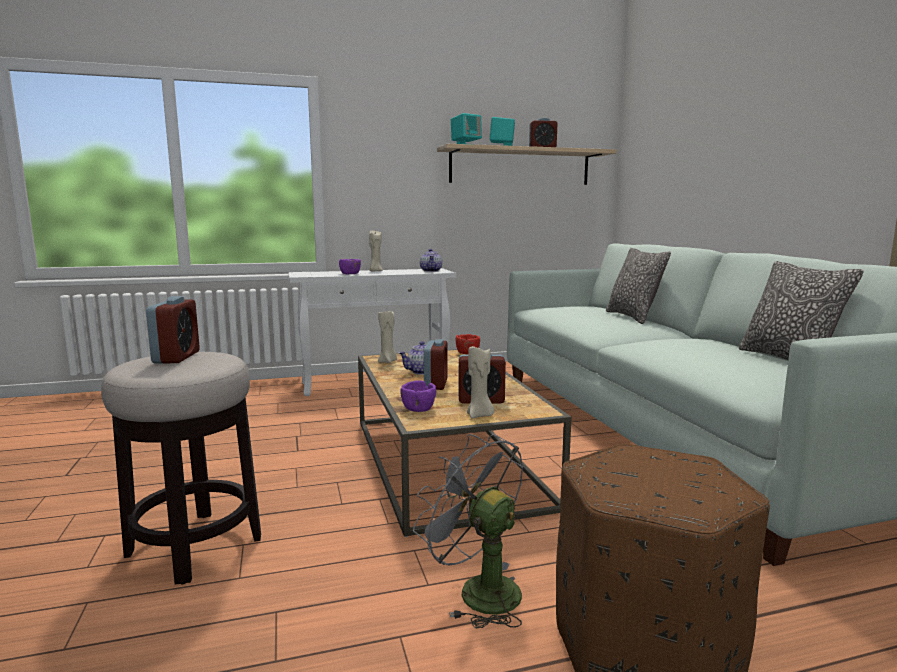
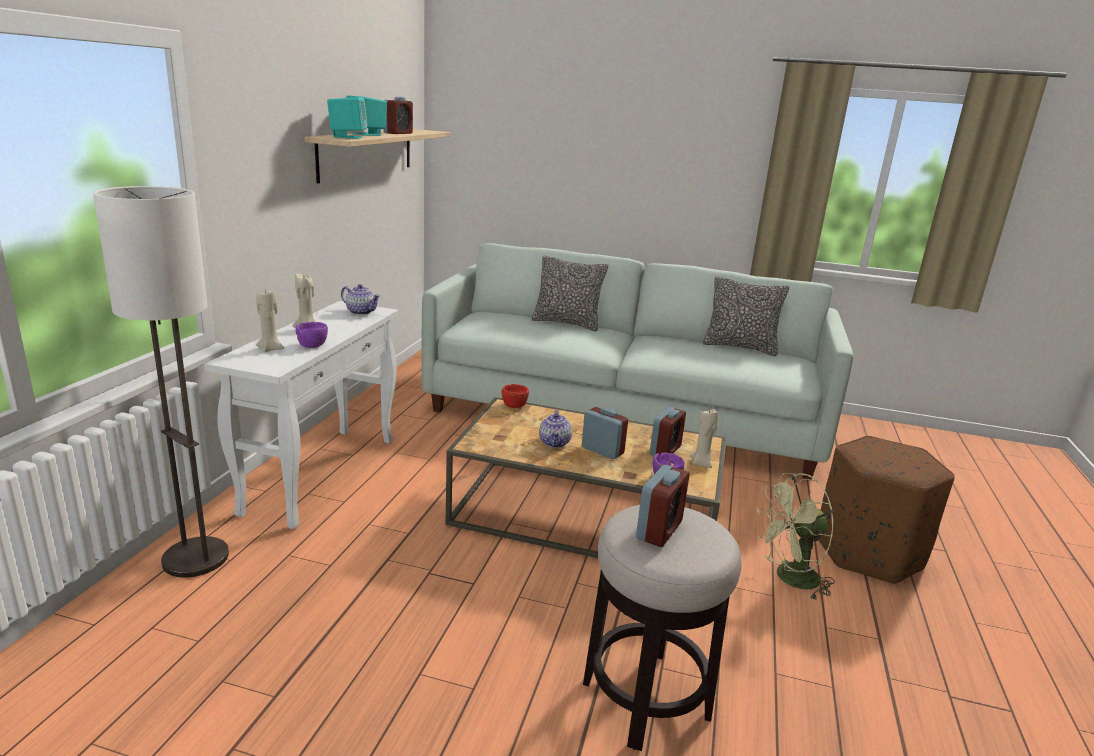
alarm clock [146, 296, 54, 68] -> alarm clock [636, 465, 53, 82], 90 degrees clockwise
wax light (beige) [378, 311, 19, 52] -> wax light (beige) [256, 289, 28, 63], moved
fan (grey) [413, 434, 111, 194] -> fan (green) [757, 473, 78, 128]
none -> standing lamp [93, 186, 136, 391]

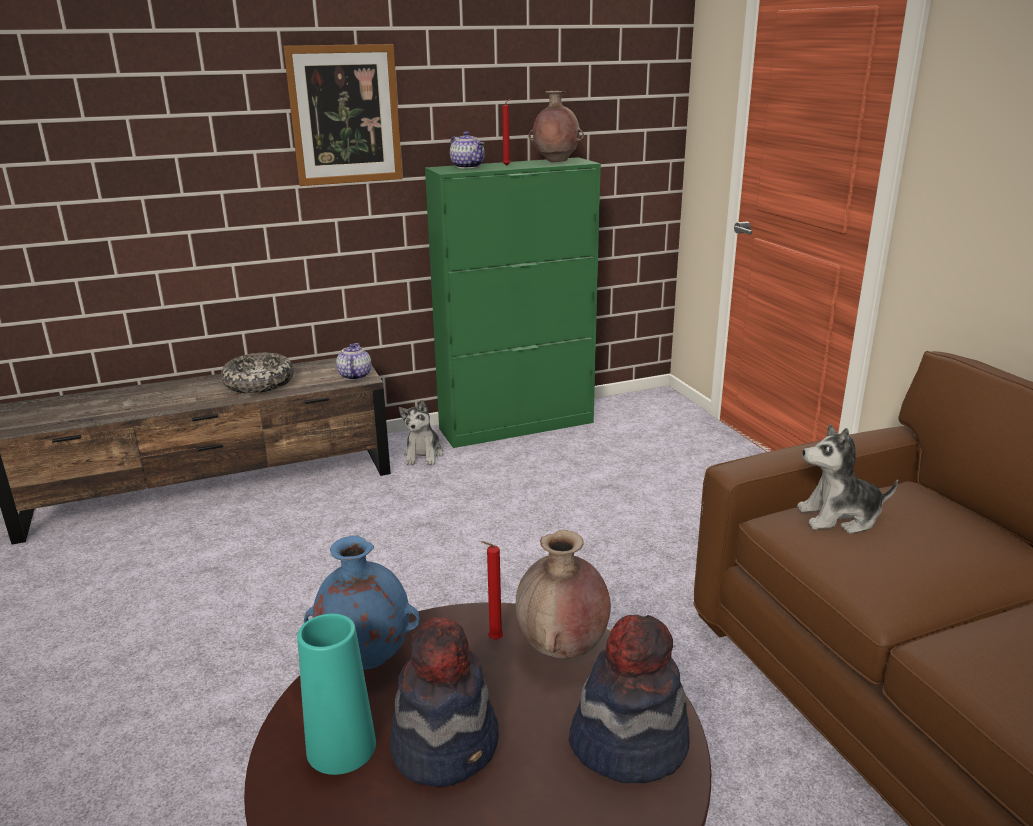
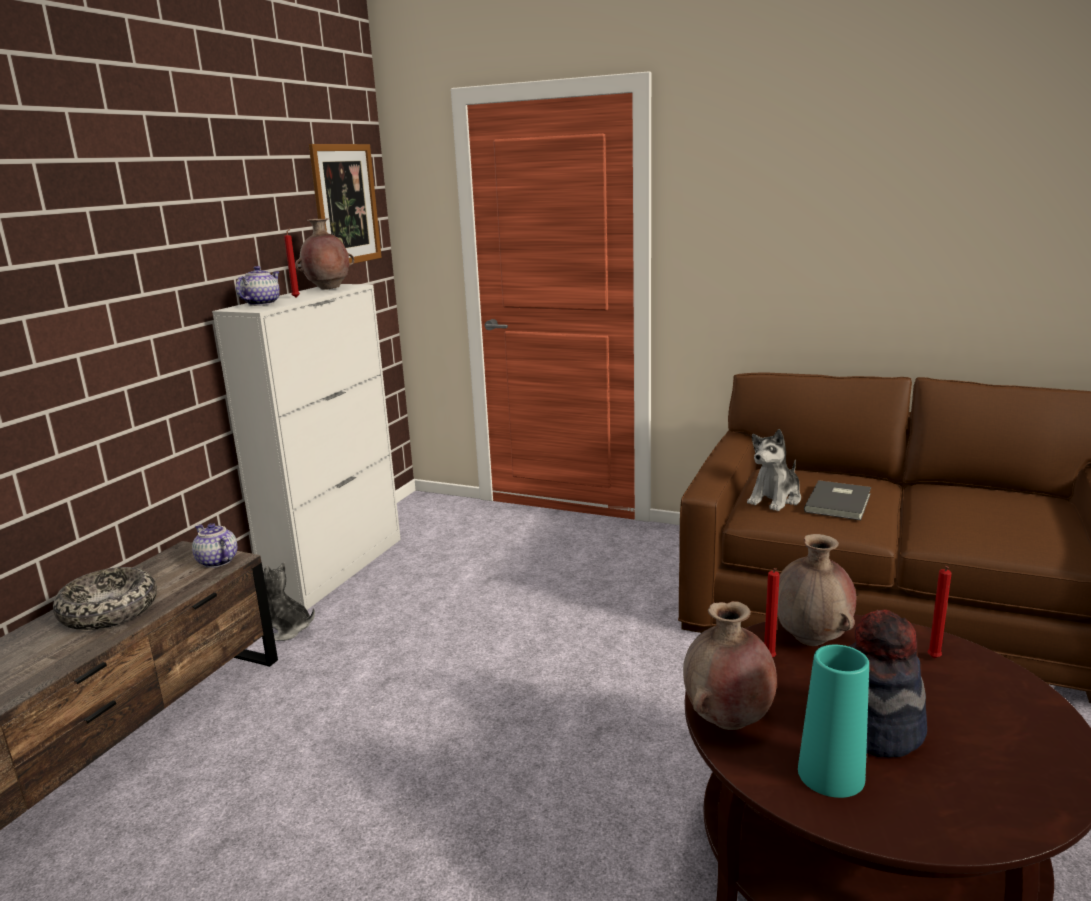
picture [283, 44, 120, 142] -> picture [309, 144, 73, 119], moved
vase (blue-coloured) [304, 536, 116, 134] -> vase (brownish) [683, 601, 94, 129]
cuddly toy [399, 400, 45, 65] -> cuddly toy [263, 562, 52, 79], 150 degrees clockwise
cupboard (green) [425, 157, 176, 291] -> cupboard (white) [212, 284, 189, 326]
tea pot [450, 131, 34, 38] -> tea pot [236, 266, 44, 40], 75 degrees counterclockwise
hat [568, 615, 121, 168] -> wax light (red-coloured) [927, 566, 25, 92]
none -> volume (grey) [804, 480, 67, 40]

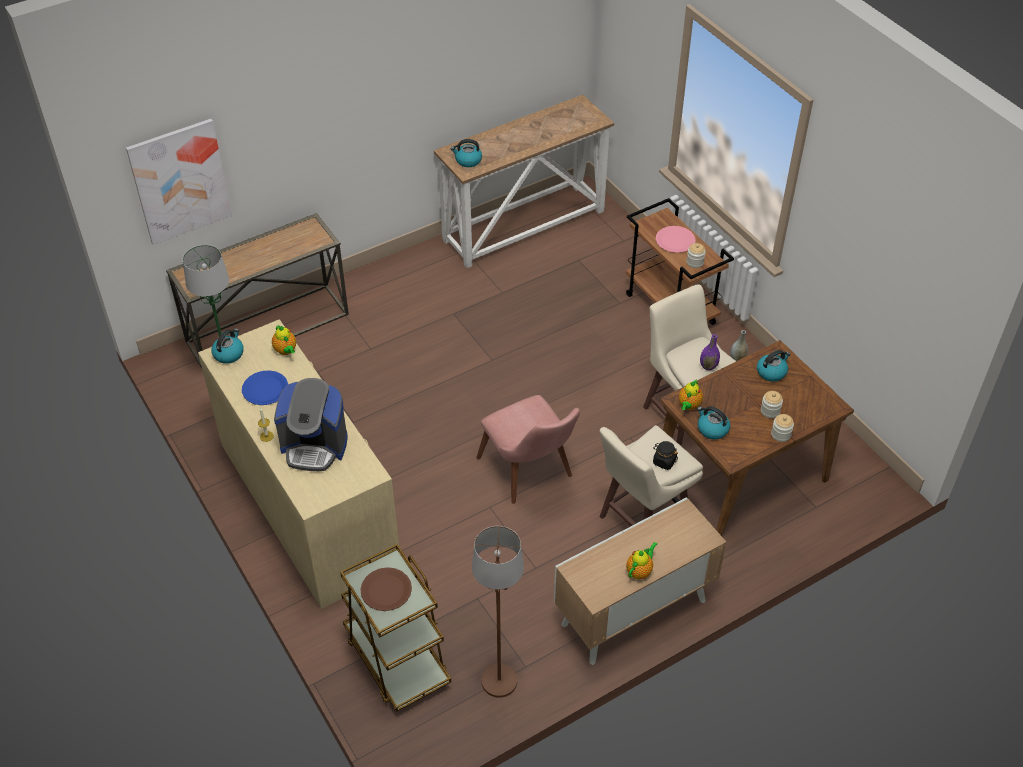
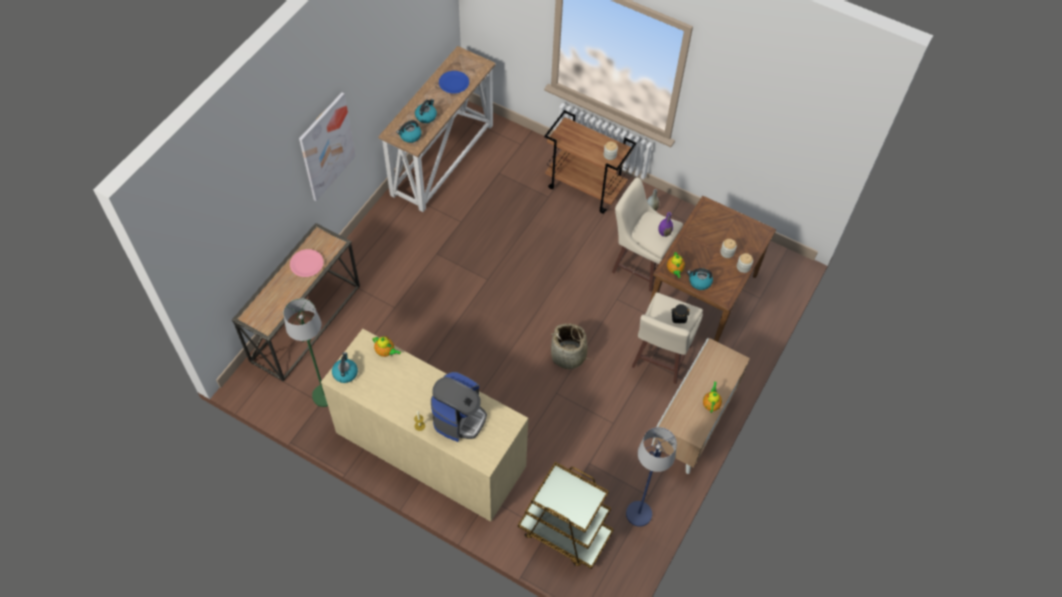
picture [126, 119, 106, 126] -> picture [299, 92, 57, 109], moved
plate (blue-coloured) [242, 370, 46, 35] -> plate (blue-coloured) [439, 71, 30, 23], moved
coffee machine [274, 378, 74, 93] -> coffee machine [431, 372, 56, 70], 45 degrees counterclockwise
plate (brownish) [361, 567, 51, 44] -> none
standing lamp (brownish) [472, 526, 52, 172] -> standing lamp (blue-coloured) [626, 427, 51, 100]
upright chair (pink) [476, 395, 104, 109] -> basket [548, 324, 46, 45]
plate (pink) [656, 226, 40, 27] -> plate (pink) [290, 249, 34, 28], moved
tea kettle [757, 350, 33, 32] -> tea kettle [415, 99, 22, 24], moved

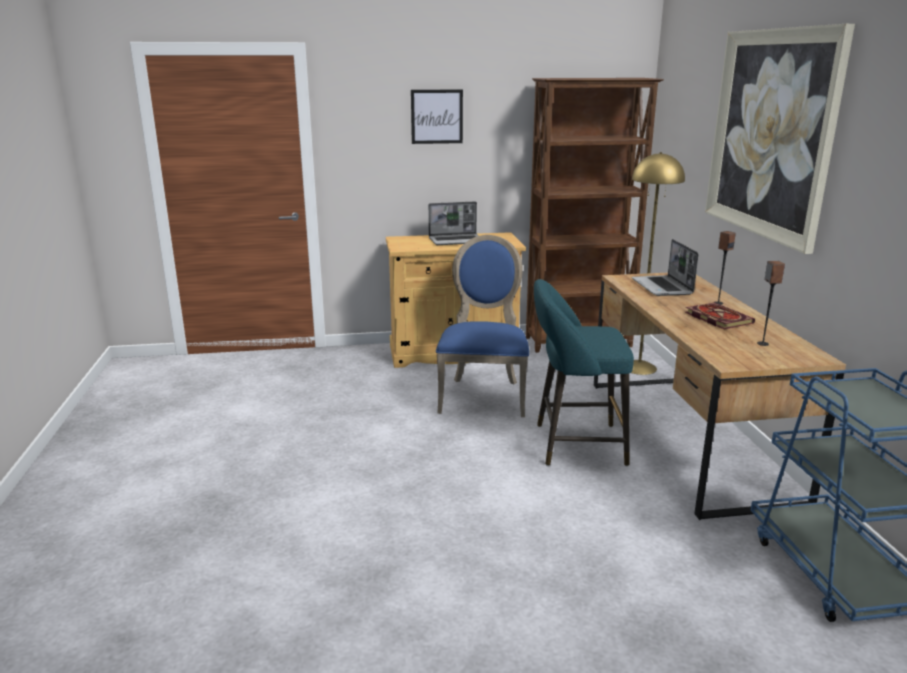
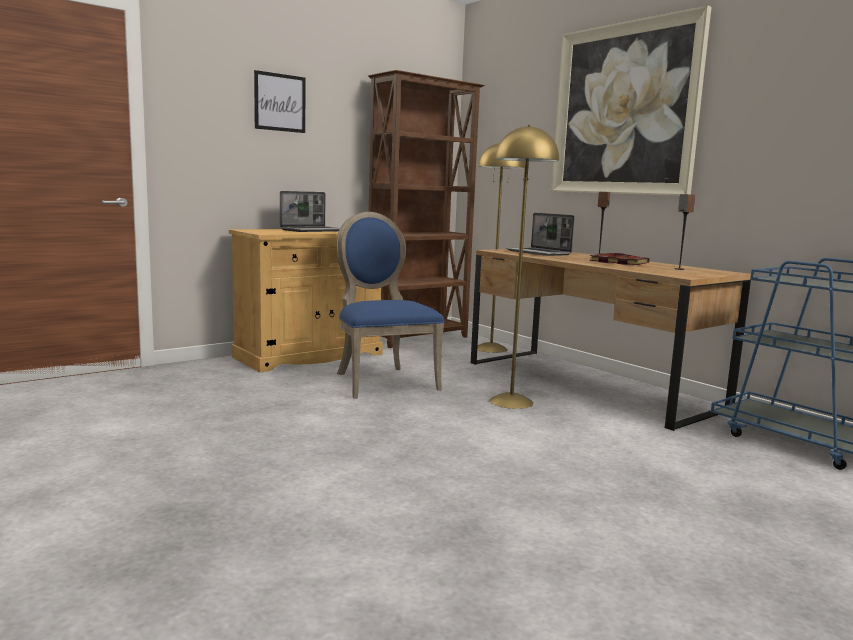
stool (turquoise) [534, 279, 100, 187] -> standing lamp (yellow-coloured) [489, 125, 70, 284]

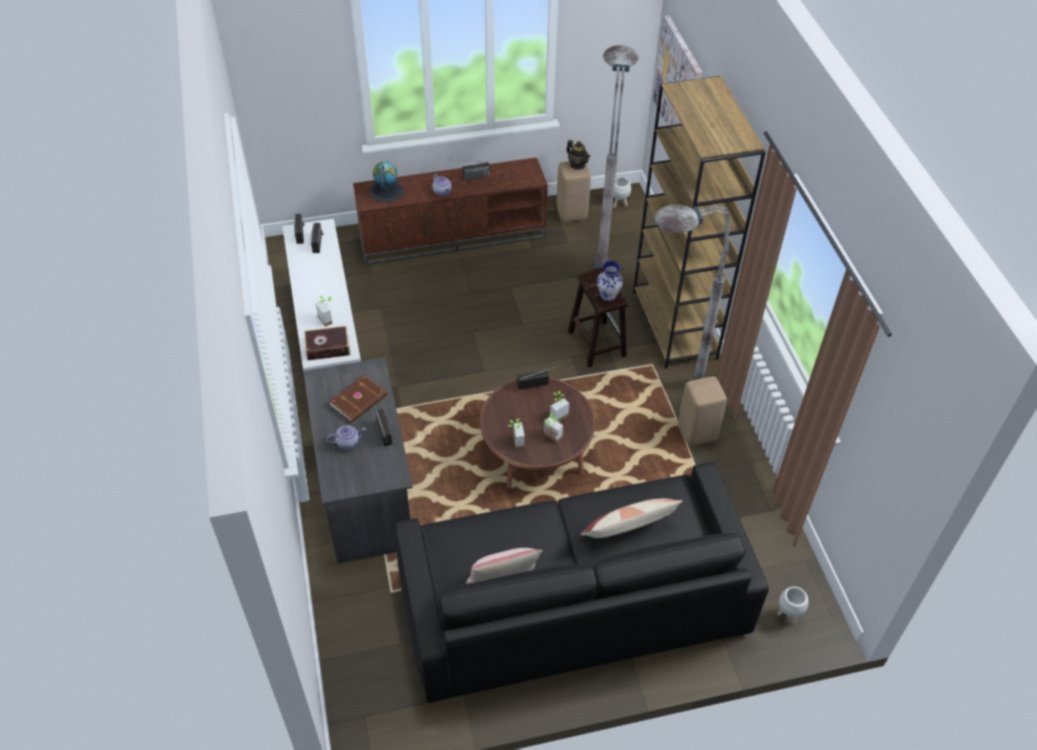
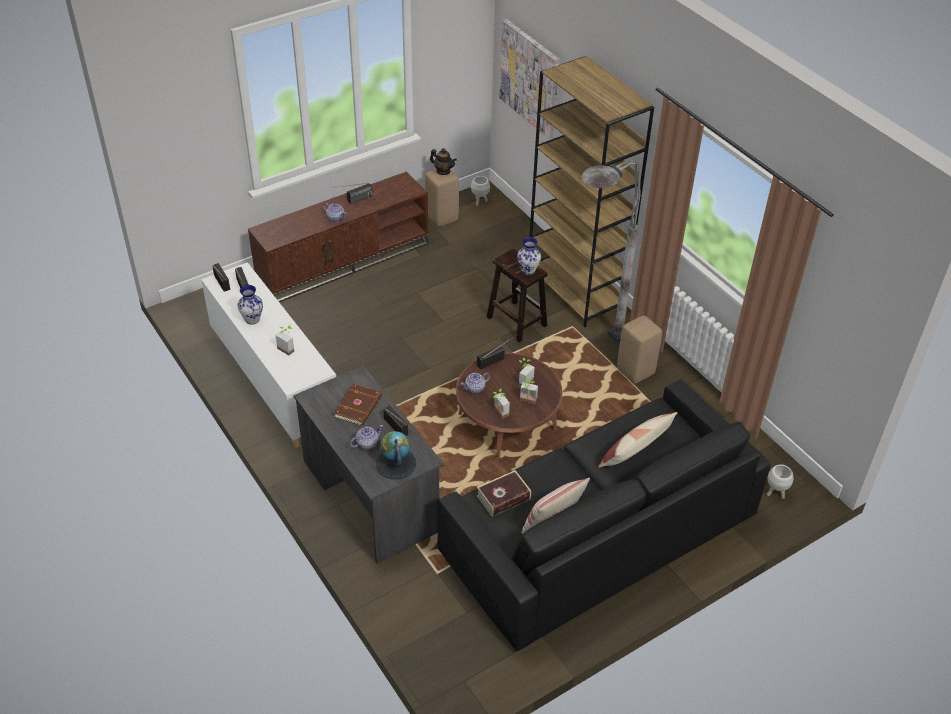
volume [304, 325, 47, 36] -> volume [477, 470, 54, 47], moved
desk globe [370, 161, 34, 41] -> desk globe [376, 431, 40, 48], moved
standing lamp (grey) [593, 45, 46, 225] -> none
none -> vase [237, 285, 26, 39]
none -> tea pot [461, 372, 29, 22]

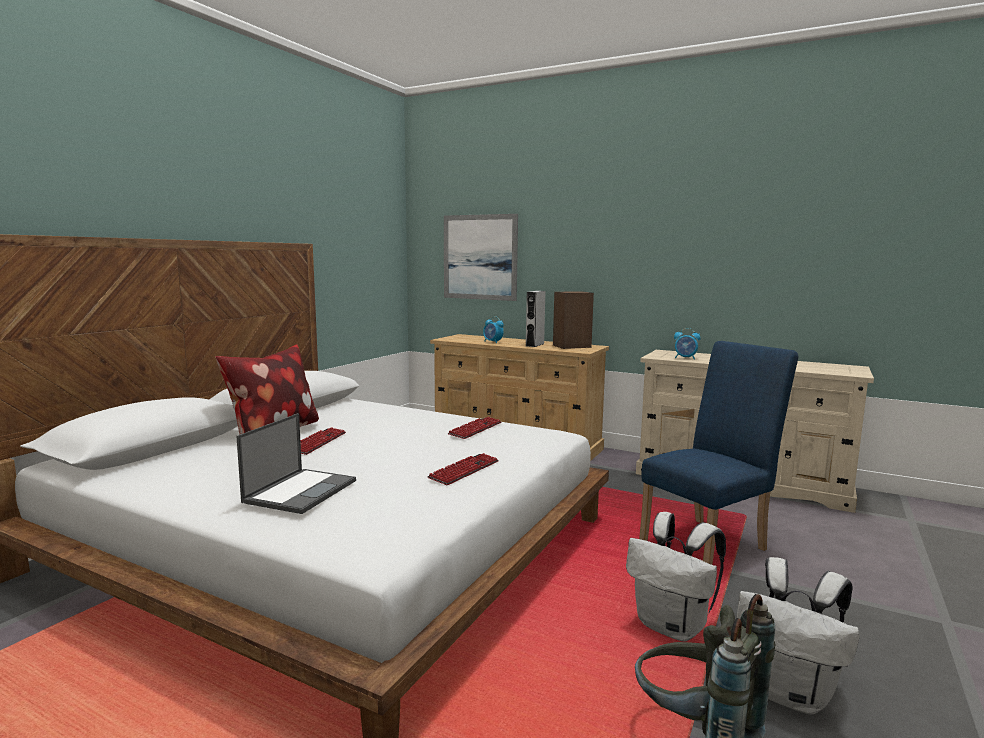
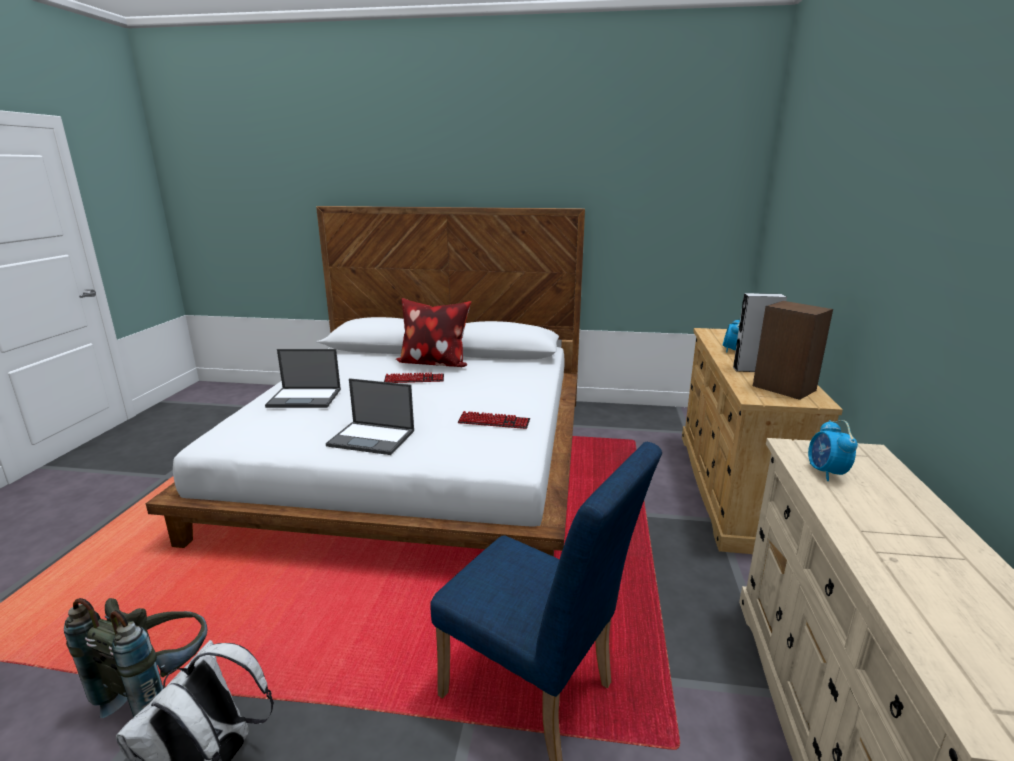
computer keyboard [427, 453, 72, 32] -> notebook computer [326, 378, 88, 77]
picture [444, 214, 74, 87] -> none
knapsack (white) [626, 512, 100, 130] -> none

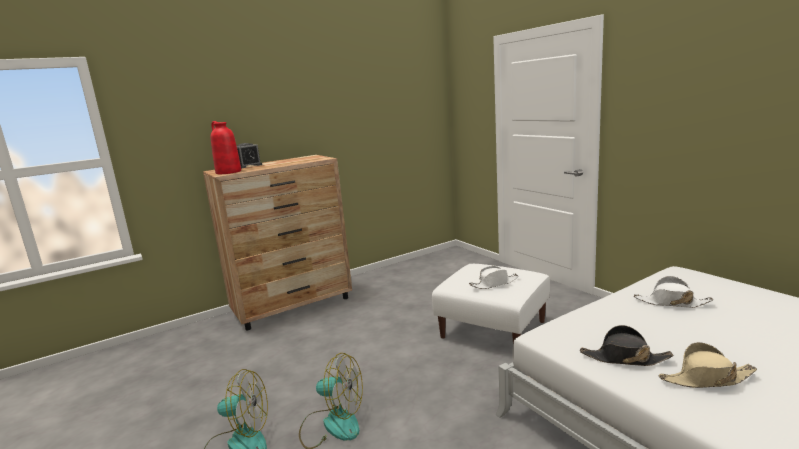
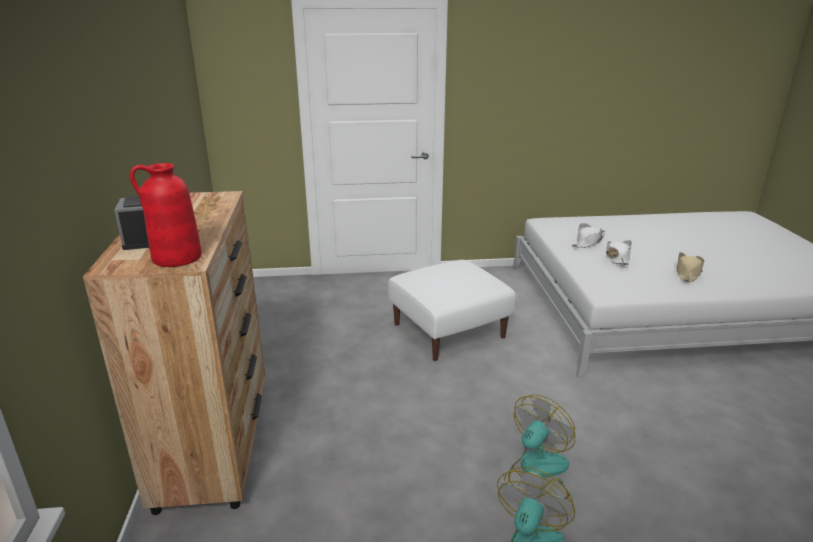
hat (white) [469, 266, 49, 23] -> hat (white) [606, 240, 26, 25], moved
hat (black-coloured) [580, 325, 93, 41] -> none

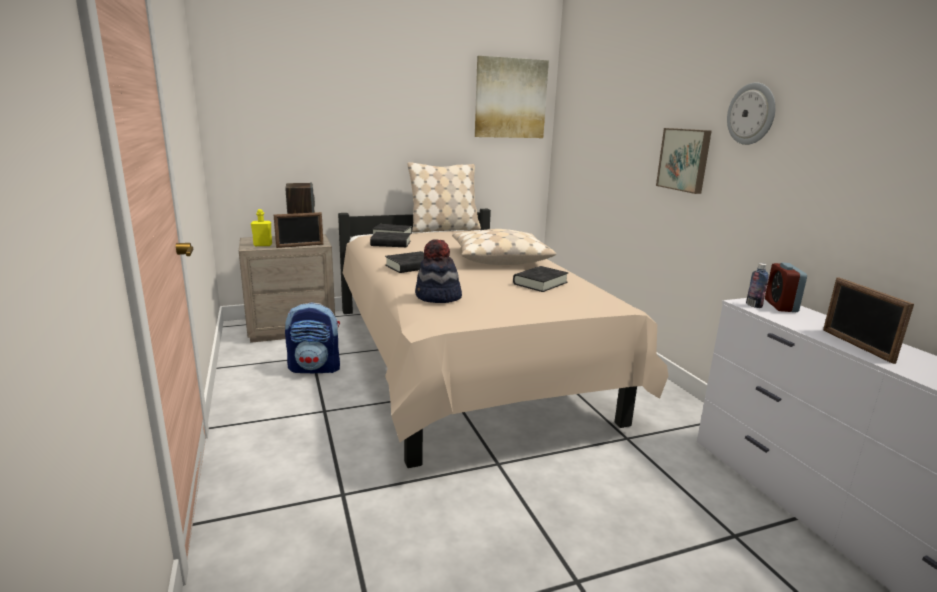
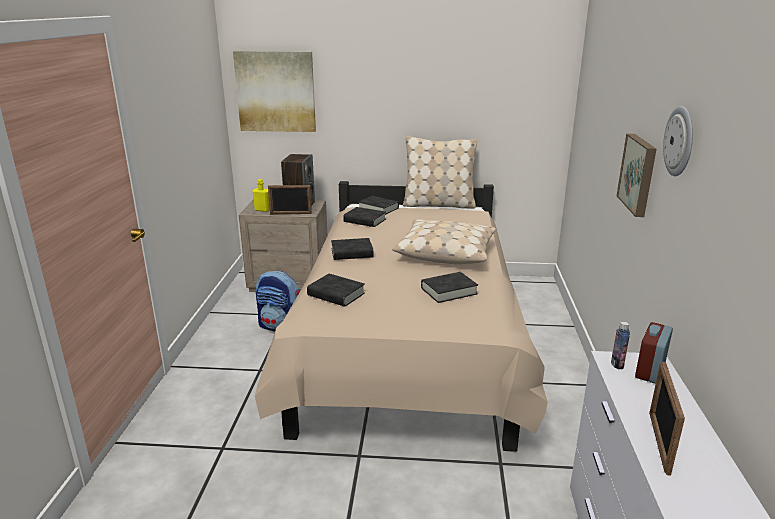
hat [415, 239, 47, 64] -> volume (black-coloured) [307, 274, 58, 33]
picture [475, 56, 74, 82] -> picture [233, 51, 83, 81], moved

